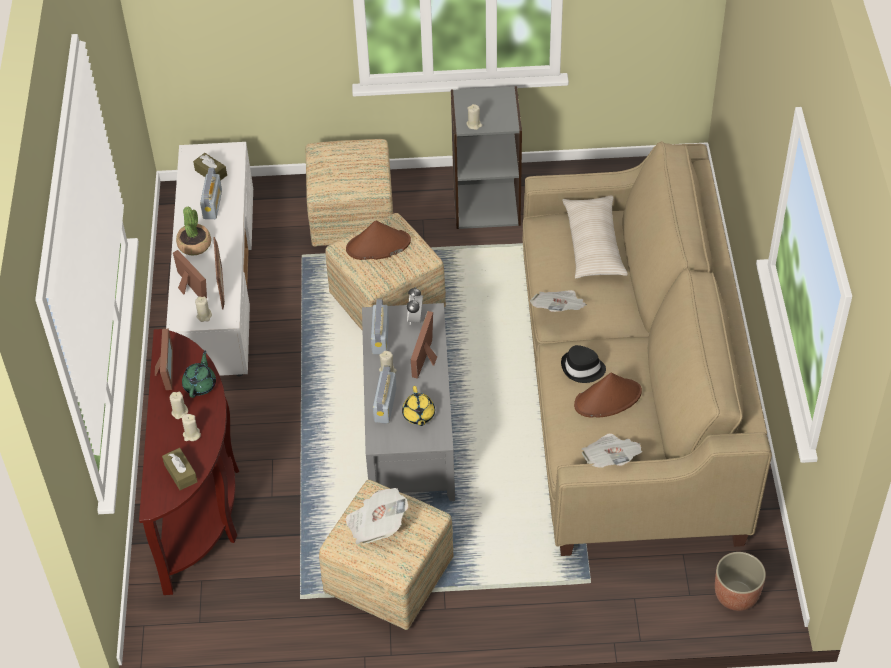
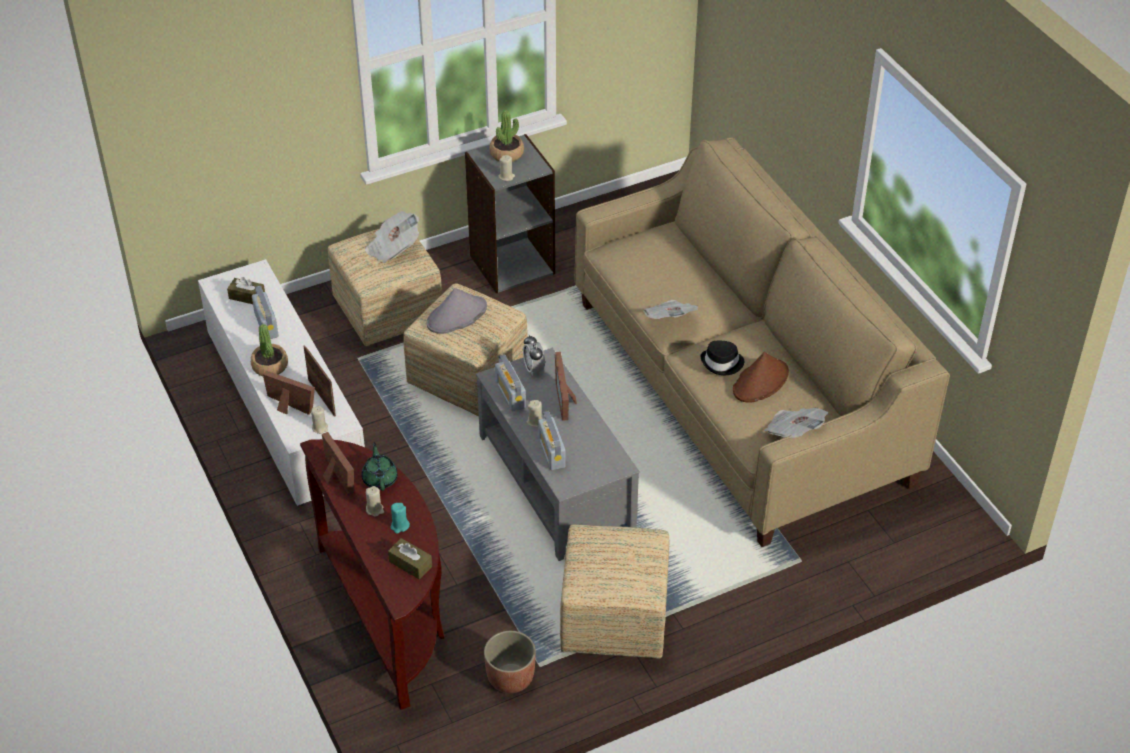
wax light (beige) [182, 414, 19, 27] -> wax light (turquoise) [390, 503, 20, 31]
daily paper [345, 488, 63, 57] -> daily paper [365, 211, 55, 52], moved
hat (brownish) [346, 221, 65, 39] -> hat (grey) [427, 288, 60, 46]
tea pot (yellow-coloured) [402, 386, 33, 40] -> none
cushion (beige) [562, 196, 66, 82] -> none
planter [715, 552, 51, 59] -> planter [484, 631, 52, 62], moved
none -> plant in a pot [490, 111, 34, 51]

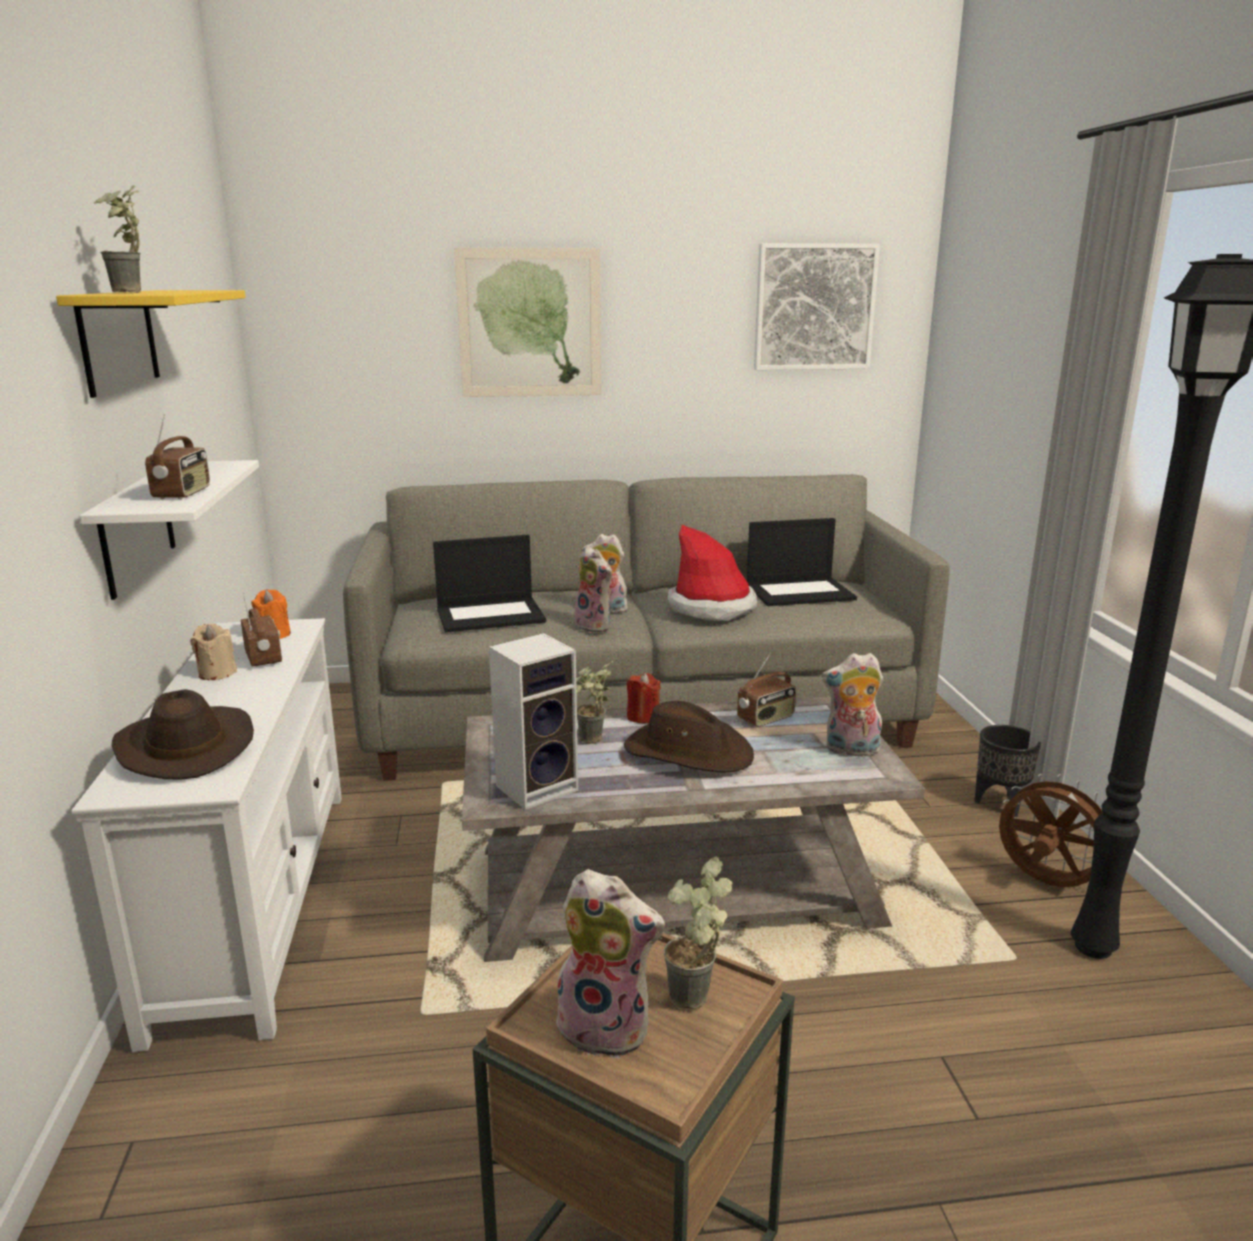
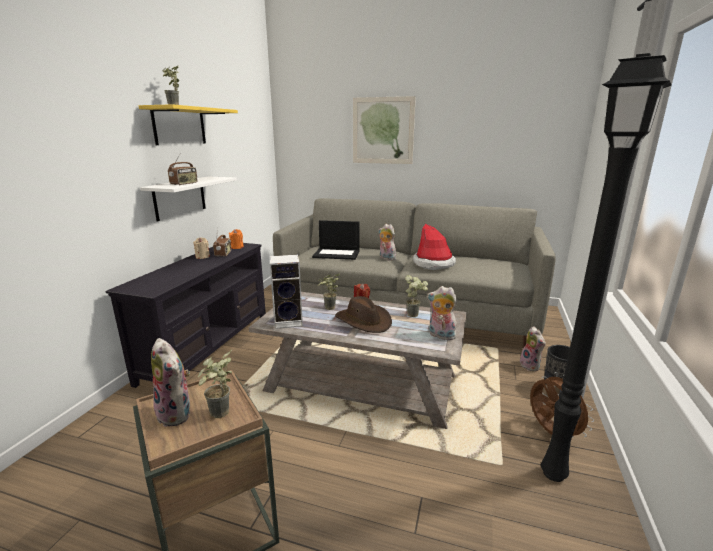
media console (white) [71, 618, 271, 434] -> media console (black-coloured) [106, 243, 160, 145]
hat (brownish) [111, 689, 143, 91] -> none
cuddly toy [575, 546, 37, 87] -> cuddly toy [520, 326, 26, 46], moved
radio receiver [737, 654, 59, 73] -> plant in a pot [405, 275, 23, 42]
notebook computer [747, 518, 110, 88] -> none
picture [754, 243, 126, 127] -> none

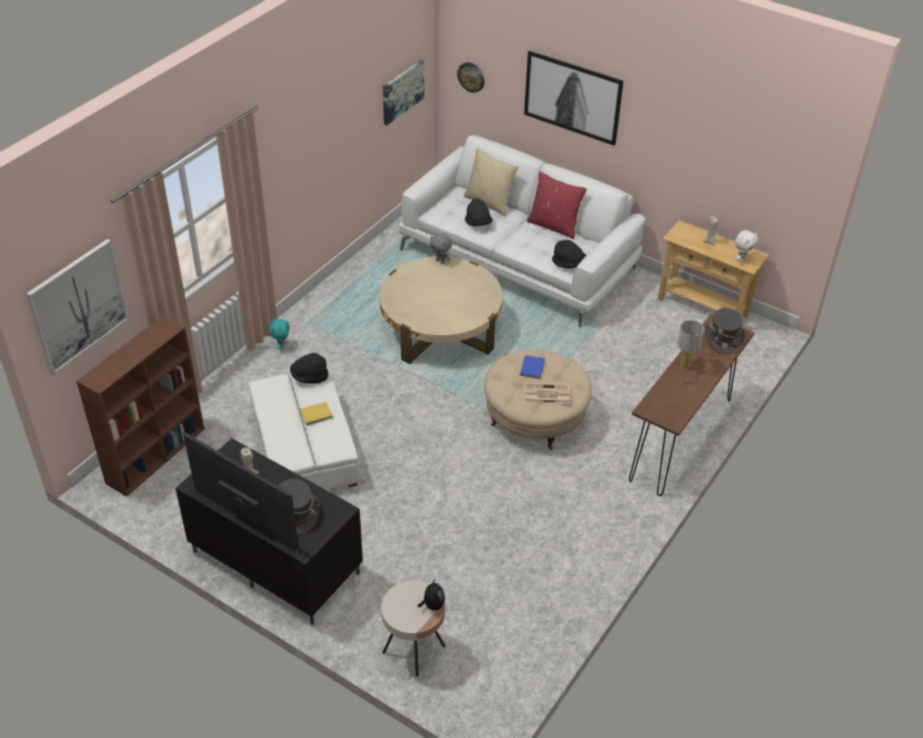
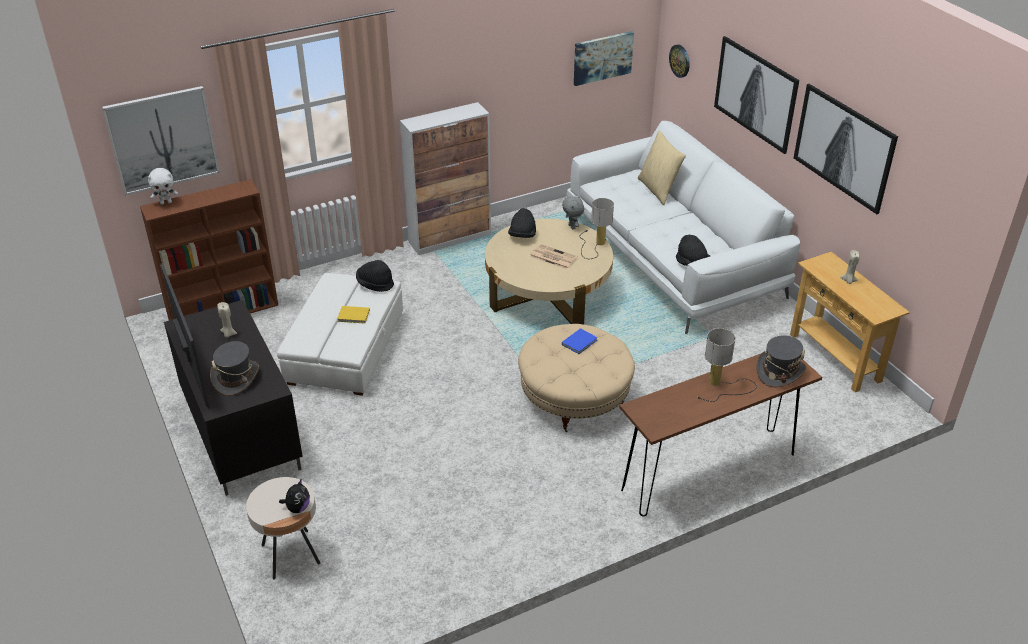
cuddly toy (turquoise) [269, 317, 20, 33] -> none
hat (black-coloured) [465, 198, 28, 28] -> hat (black-coloured) [508, 208, 28, 30], moved
daily paper [525, 384, 45, 20] -> daily paper [529, 244, 49, 25], moved
cushion (red-coloured) [527, 172, 60, 67] -> none
cuddly toy (white) [735, 230, 23, 33] -> cuddly toy (white) [148, 168, 30, 37], moved
none -> cupboard [400, 102, 91, 153]
none -> table lamp [579, 198, 35, 61]
none -> picture [794, 84, 104, 130]

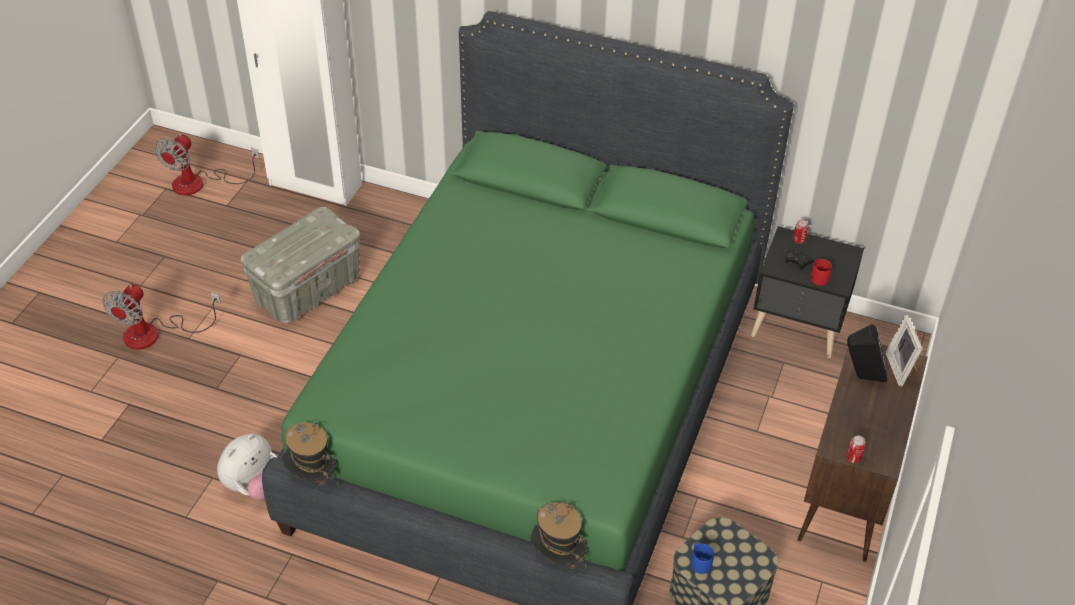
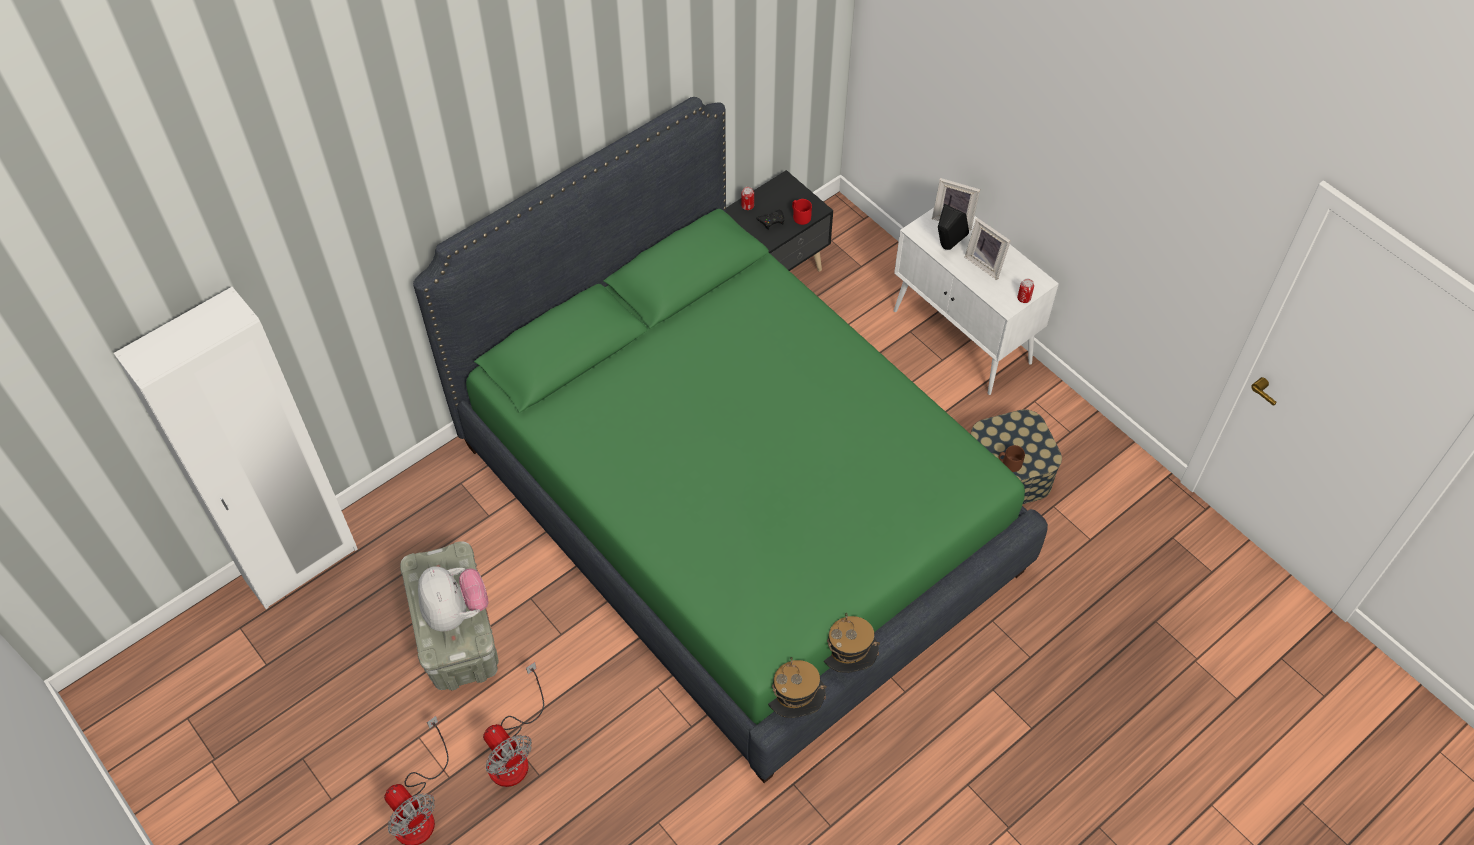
fan [155, 134, 105, 61] -> fan [483, 662, 61, 125], moved
cuddly toy [217, 433, 61, 67] -> cuddly toy [418, 566, 71, 65], moved
hat [530, 502, 57, 68] -> hat [824, 613, 56, 60], moved
coffee mug (blue-coloured) [691, 543, 23, 31] -> coffee mug (brownish) [998, 445, 27, 27]
cupboard (brownish) [798, 344, 130, 218] -> cupboard (white) [894, 208, 165, 187]
none -> photo frame [965, 218, 46, 62]

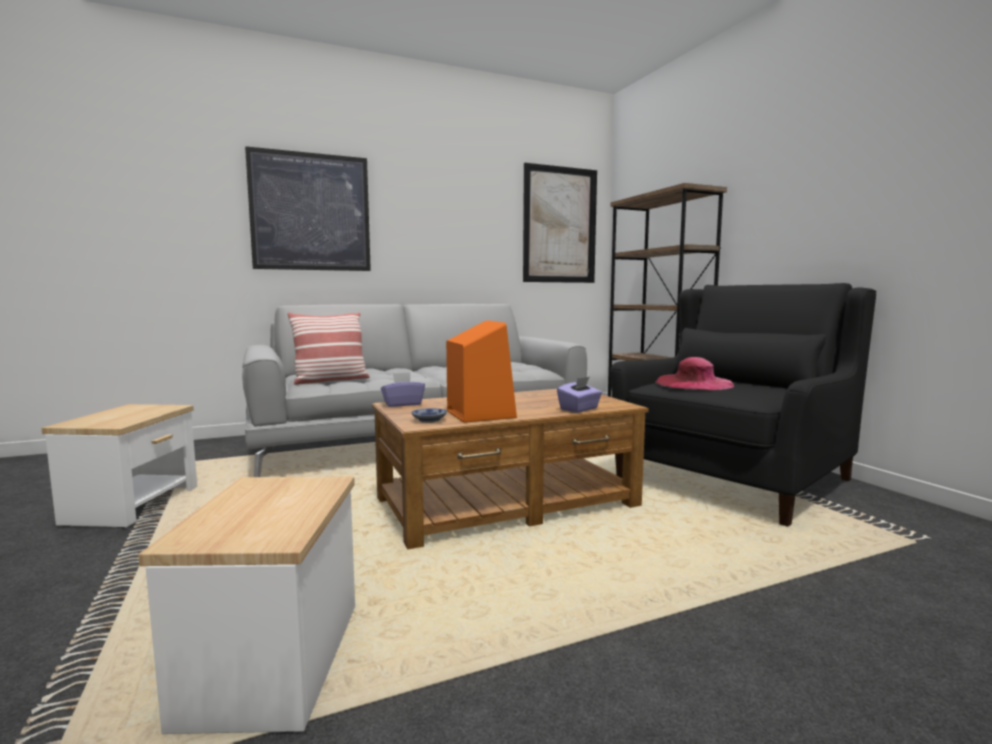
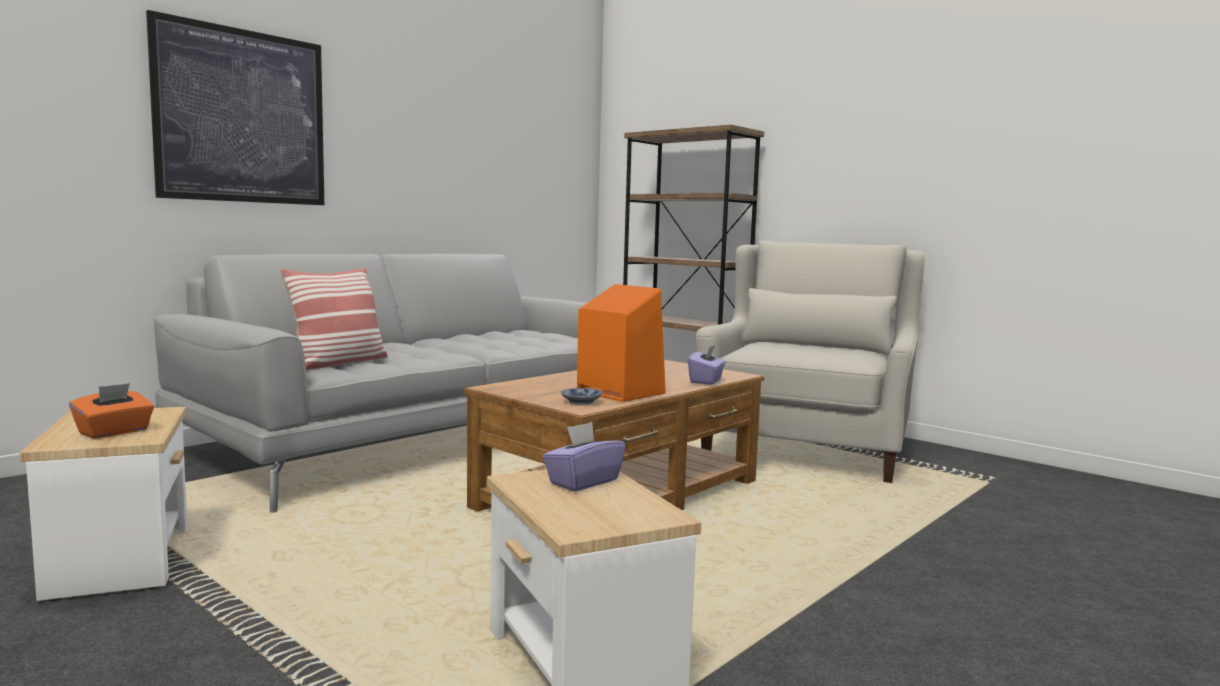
box of tissues (purple-coloured) [381, 372, 44, 35] -> box of tissues (purple-coloured) [543, 422, 83, 69], moved
picture [523, 163, 74, 120] -> none
easy chair (black-coloured) [610, 283, 266, 244] -> easy chair (white) [696, 240, 229, 243]
hat (pink) [655, 357, 79, 33] -> none
none -> box of tissues (orange) [69, 383, 85, 56]

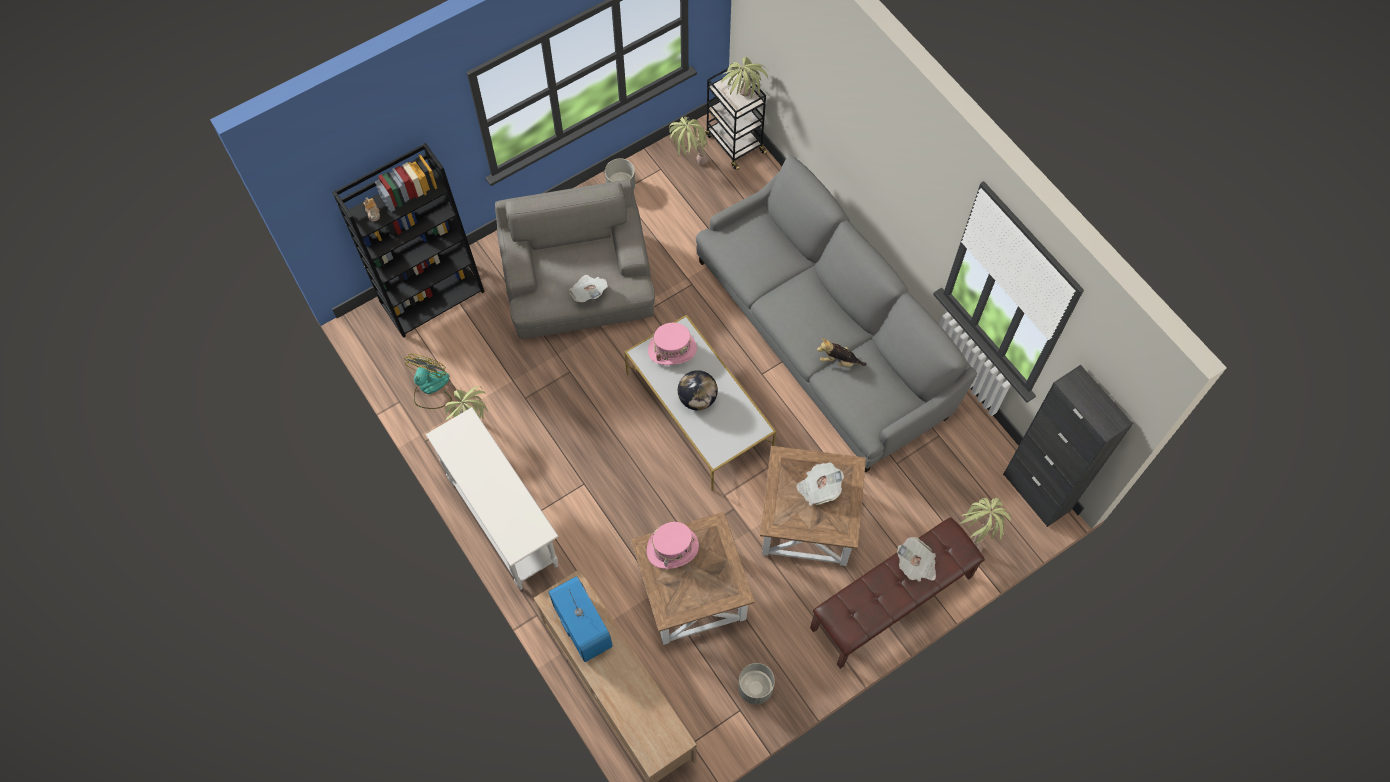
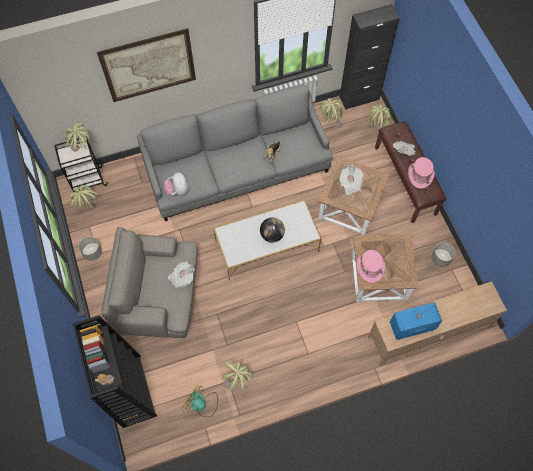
console table (white) [426, 407, 133, 183] -> none
hat (pink) [648, 323, 49, 42] -> hat (pink) [408, 157, 27, 32], moved
none -> picture [97, 28, 99, 74]
none -> cuddly toy [164, 172, 25, 23]
none -> plant in a pot [320, 98, 23, 30]

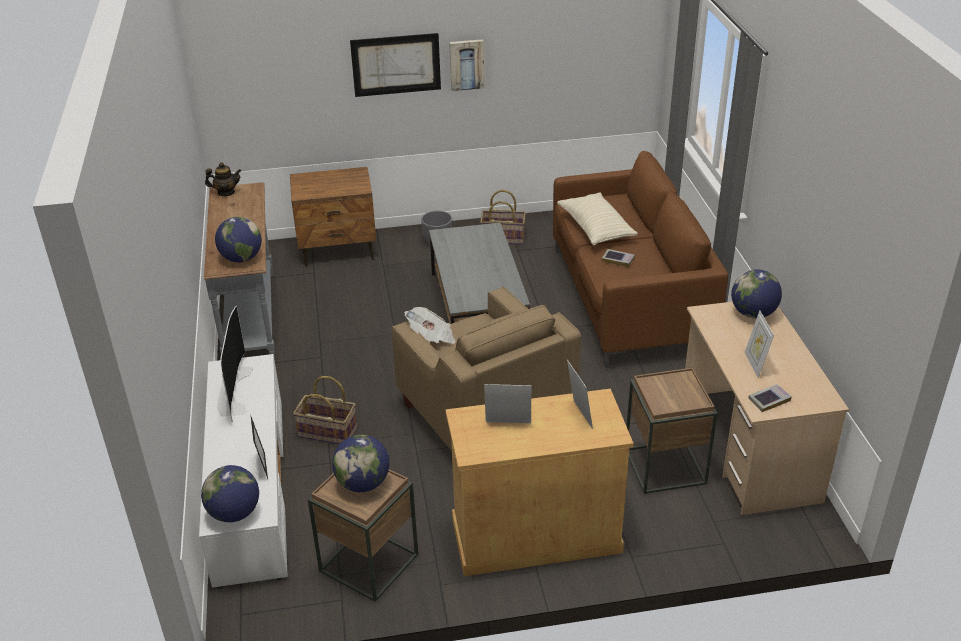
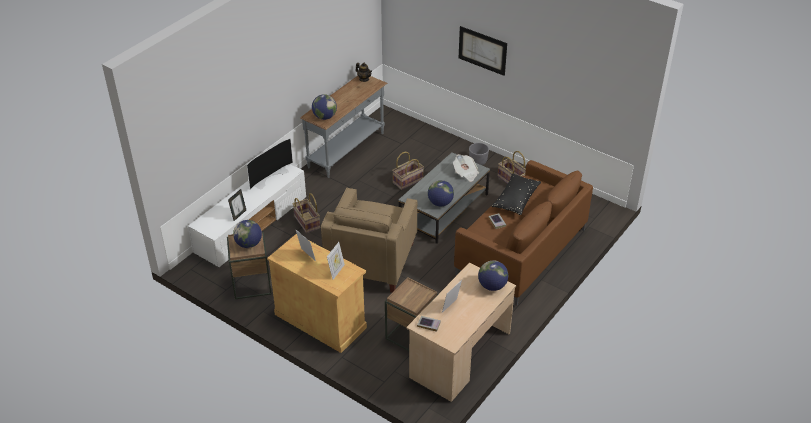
desk globe [201, 465, 58, 57] -> desk globe [428, 180, 26, 26], moved
nightstand (brownish) [290, 167, 86, 100] -> none
daily paper [405, 307, 51, 37] -> daily paper [453, 154, 26, 28], moved
picture [449, 39, 35, 52] -> none
cushion (beige) [557, 192, 81, 53] -> cushion (black-coloured) [492, 173, 49, 42]
none -> basket [392, 152, 32, 38]

